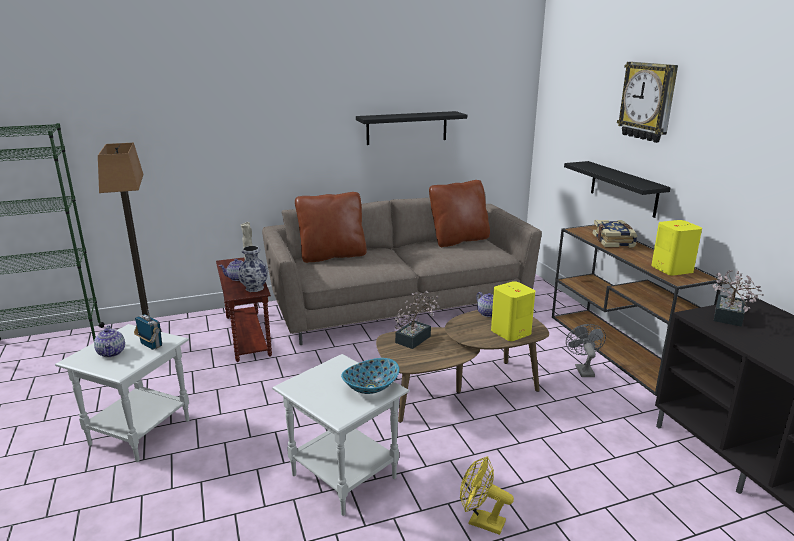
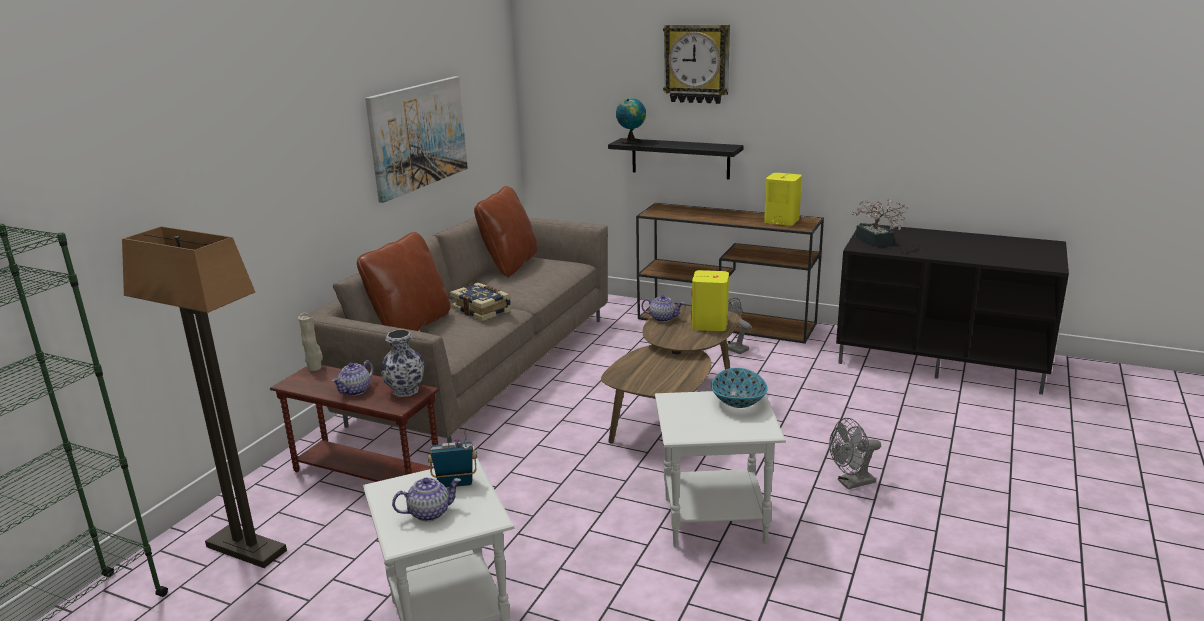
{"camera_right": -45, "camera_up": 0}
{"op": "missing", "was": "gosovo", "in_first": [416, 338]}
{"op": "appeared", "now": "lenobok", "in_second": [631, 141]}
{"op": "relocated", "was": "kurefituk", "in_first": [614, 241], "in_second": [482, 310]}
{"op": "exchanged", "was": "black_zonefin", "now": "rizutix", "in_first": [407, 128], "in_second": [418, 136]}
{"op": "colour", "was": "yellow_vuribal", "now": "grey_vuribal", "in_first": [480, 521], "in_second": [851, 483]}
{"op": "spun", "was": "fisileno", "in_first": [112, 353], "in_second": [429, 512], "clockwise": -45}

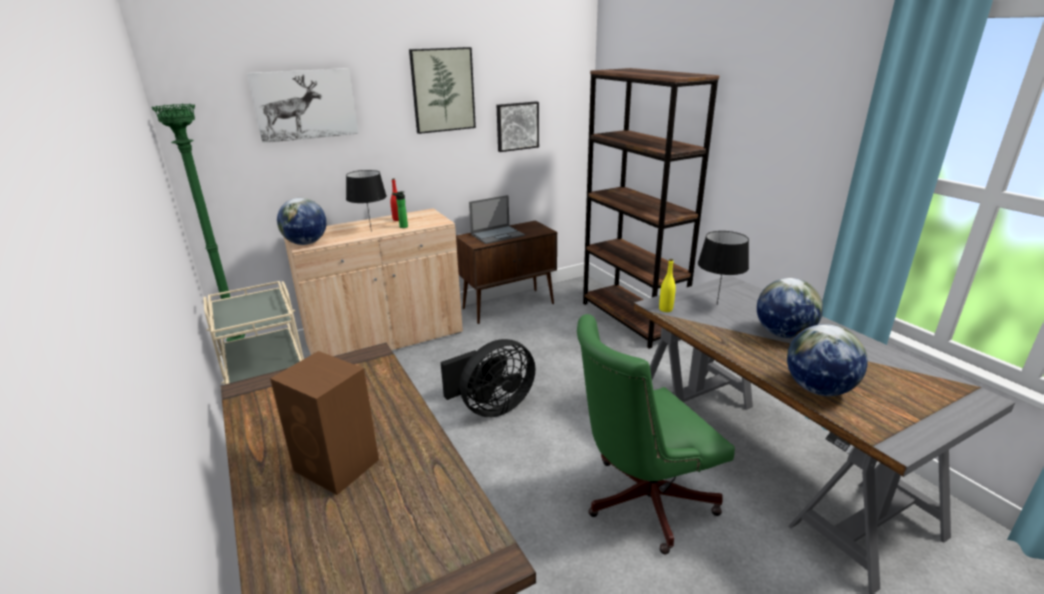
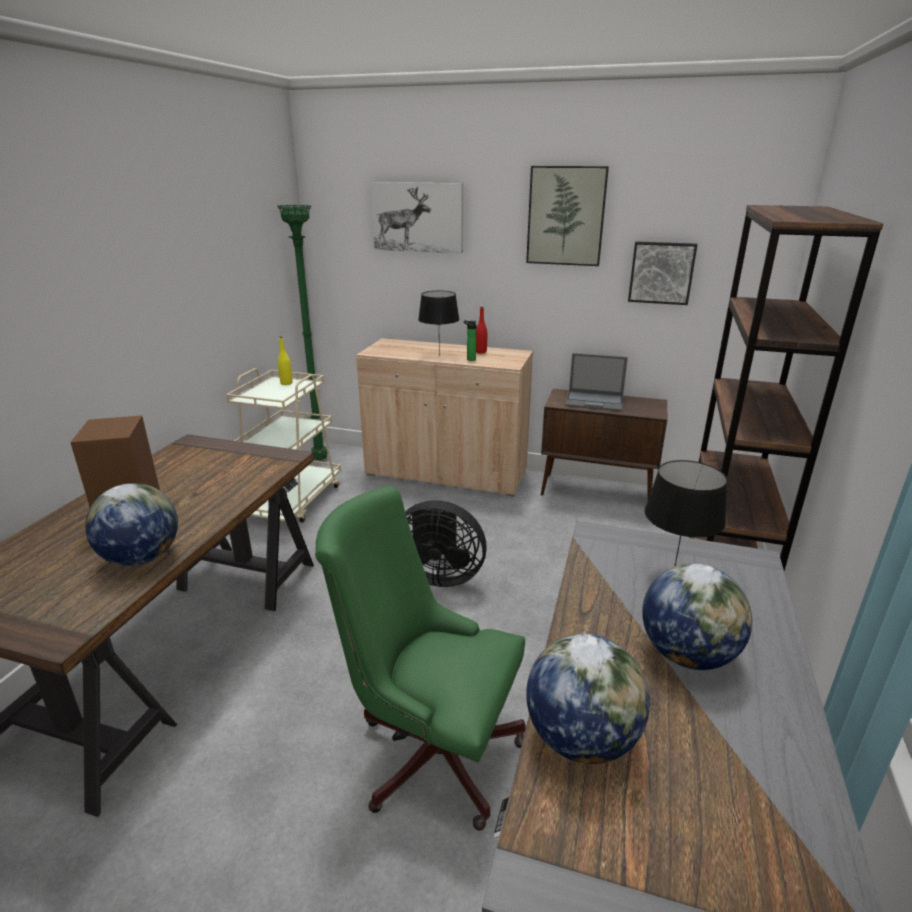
{"camera_right": 45, "camera_up": 0}
{"op": "relocated", "was": "lenobok", "in_first": [306, 243], "in_second": [141, 558]}
{"op": "relocated", "was": "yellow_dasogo", "in_first": [665, 309], "in_second": [286, 383]}

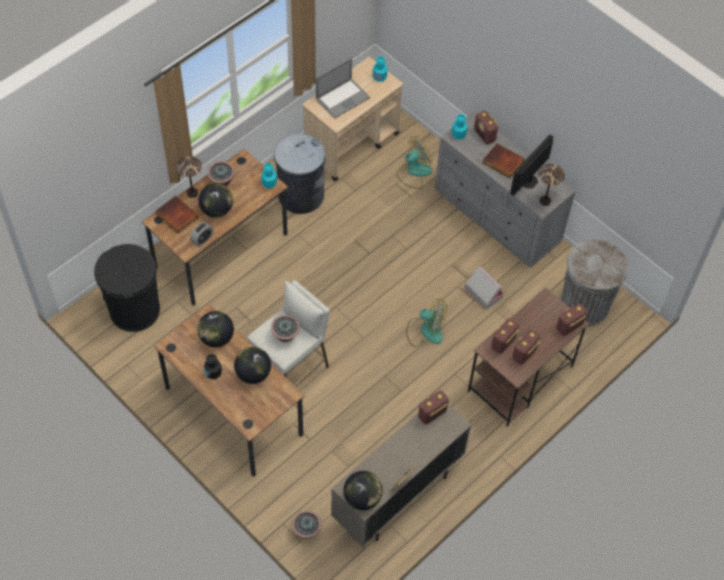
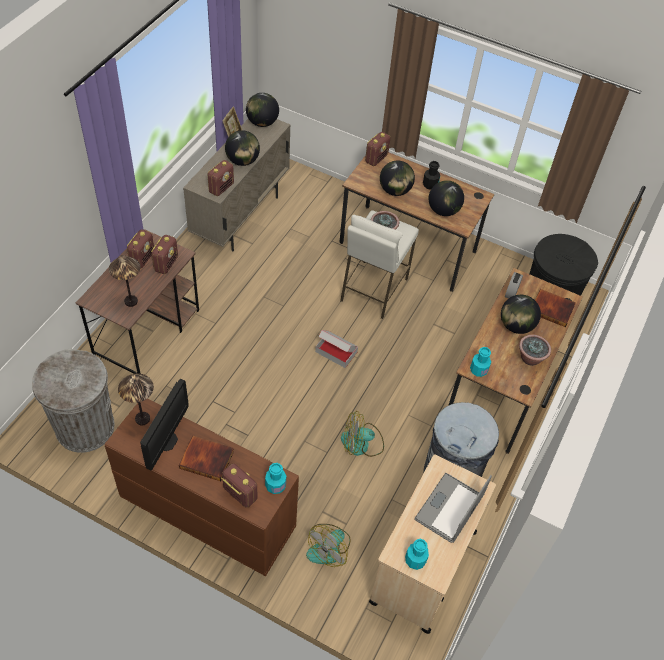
{"camera_right": 160, "camera_up": -5}
{"op": "missing", "was": "gosovo", "in_first": [306, 531]}
{"op": "appeared", "now": "lenobok", "in_second": [242, 161]}
{"op": "relocated", "was": "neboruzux", "in_first": [192, 193], "in_second": [131, 302]}
{"op": "relocated", "was": "vuribal", "in_first": [425, 330], "in_second": [361, 444]}
{"op": "relocated", "was": "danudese", "in_first": [483, 293], "in_second": [336, 352]}
{"op": "relocated", "was": "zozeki", "in_first": [569, 327], "in_second": [376, 158]}
{"op": "colour", "was": "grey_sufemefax", "now": "brown_sufemefax", "in_first": [497, 217], "in_second": [206, 512]}

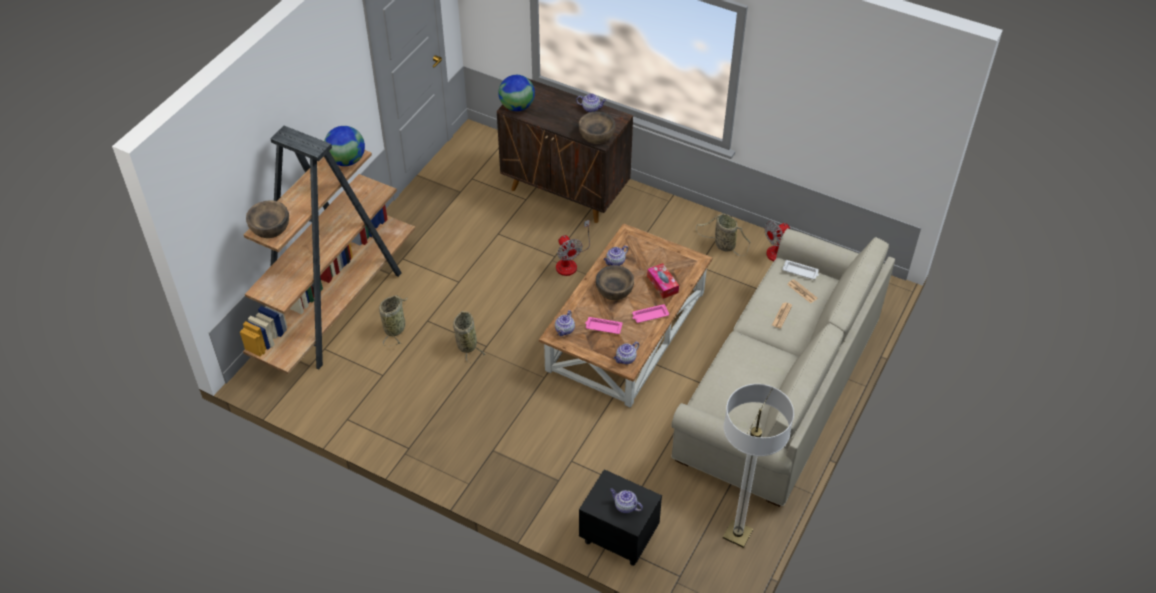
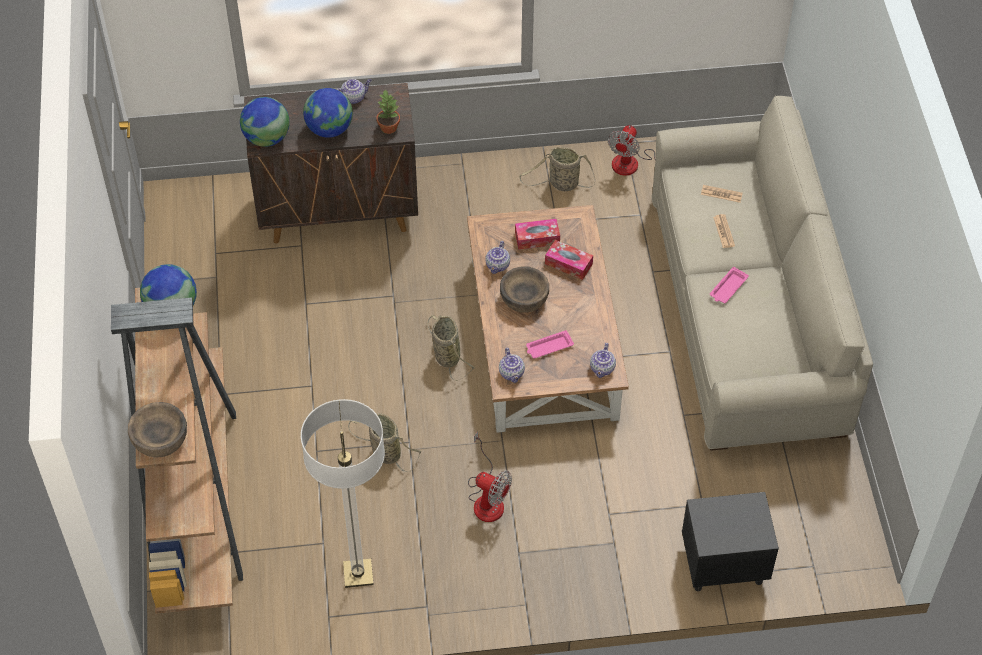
{"camera_right": -35, "camera_up": 5}
{"op": "missing", "was": "fisileno", "in_first": [625, 506]}
{"op": "missing", "was": "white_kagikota", "in_first": [800, 272]}
{"op": "appeared", "now": "lenobok", "in_second": [329, 129]}
{"op": "appeared", "now": "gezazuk", "in_second": [537, 238]}
{"op": "relocated", "was": "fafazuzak", "in_first": [395, 327], "in_second": [446, 355]}
{"op": "relocated", "was": "vuribal", "in_first": [570, 262], "in_second": [487, 498]}
{"op": "relocated", "was": "pink_kagikota", "in_first": [649, 315], "in_second": [728, 288]}
{"op": "relocated", "was": "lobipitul", "in_first": [737, 534], "in_second": [358, 574]}
{"op": "exchanged", "was": "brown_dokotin", "now": "gosovo", "in_first": [596, 135], "in_second": [388, 127]}

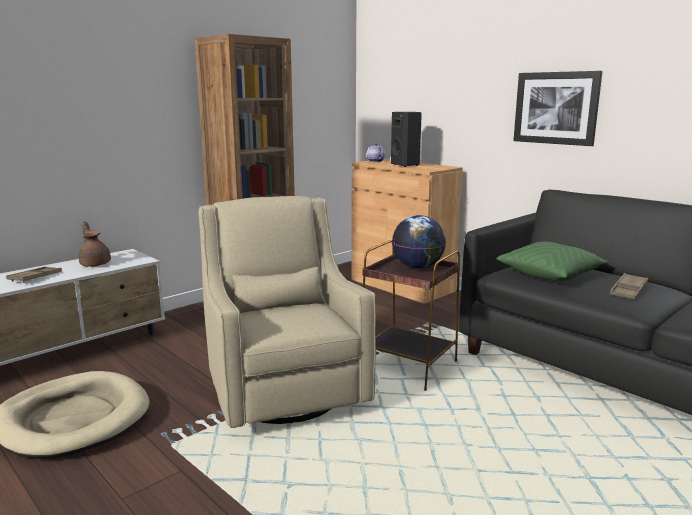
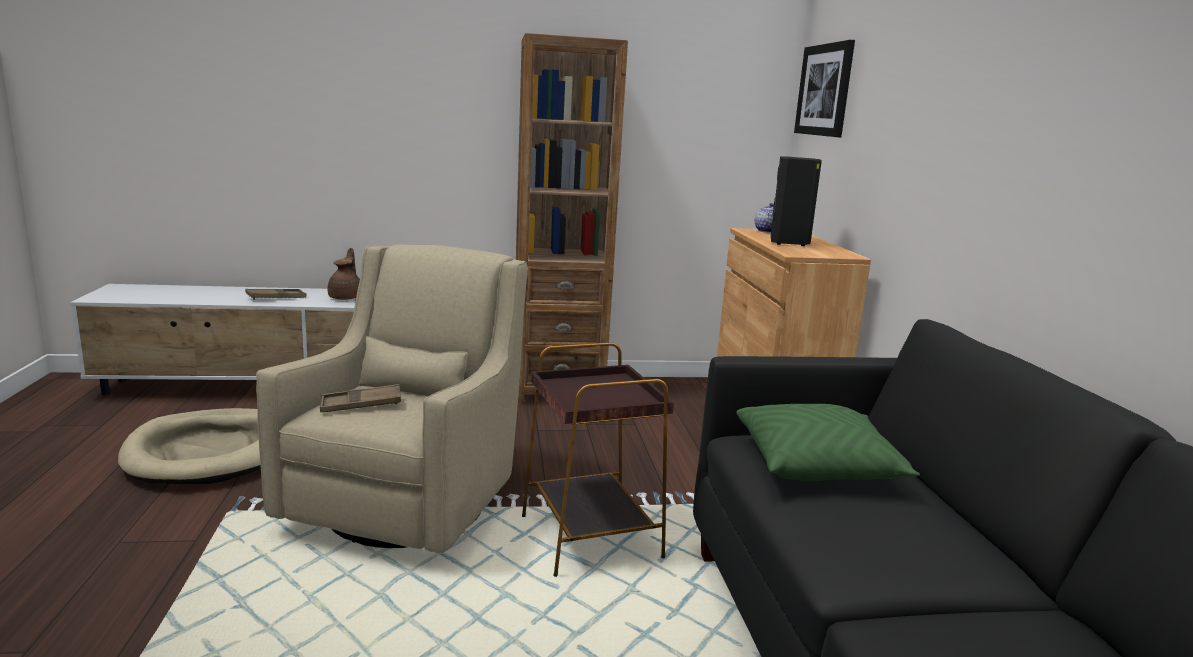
{"camera_right": 35, "camera_up": 0}
{"op": "missing", "was": "lenobok", "in_first": [418, 267]}
{"op": "relocated", "was": "rizutix", "in_first": [556, 108], "in_second": [825, 90]}
{"op": "relocated", "was": "brown_kagikota", "in_first": [628, 290], "in_second": [361, 404]}

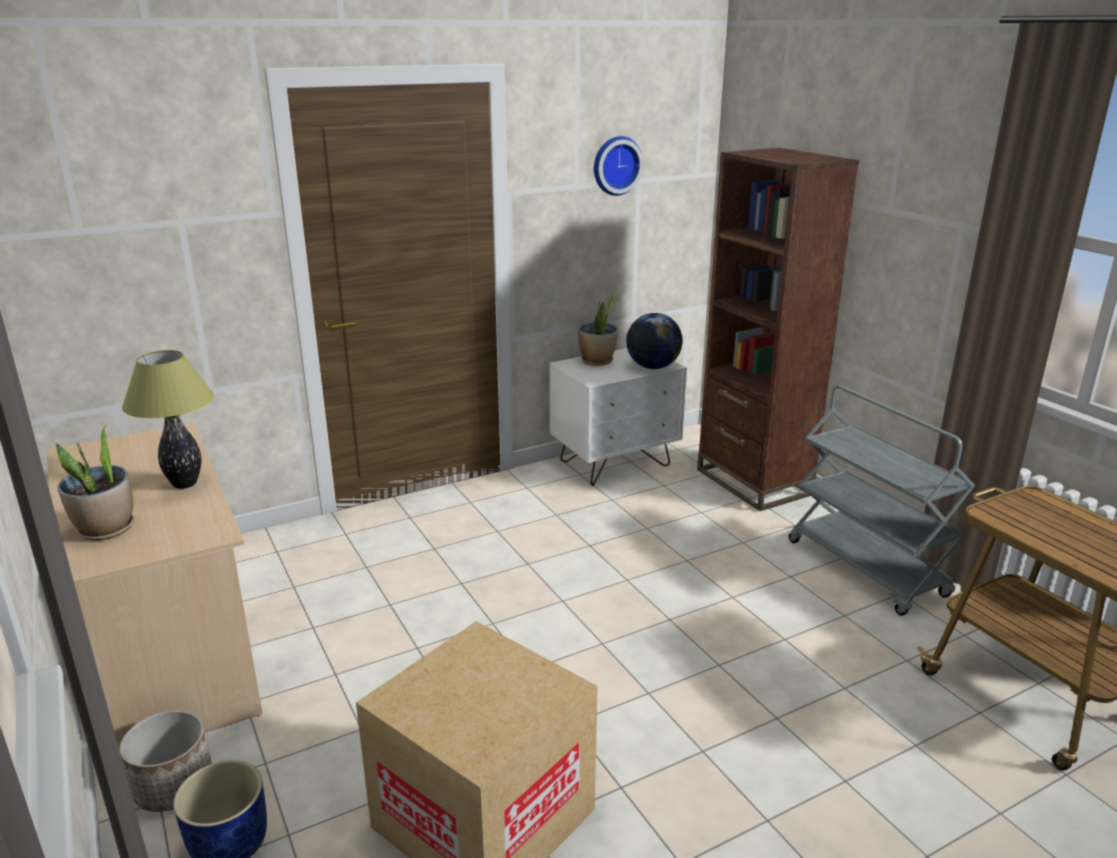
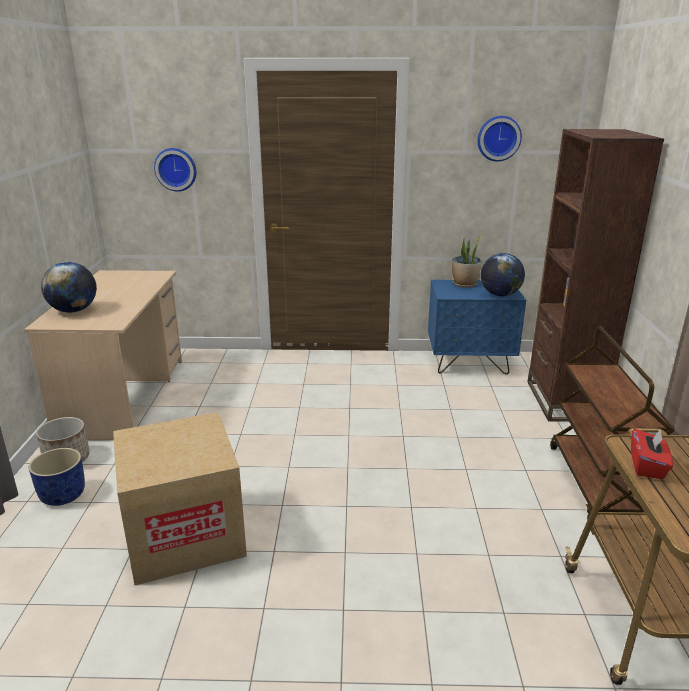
{"camera_right": 30, "camera_up": 0}
{"op": "missing", "was": "neboruzux", "in_first": [185, 484]}
{"op": "appeared", "now": "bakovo", "in_second": [176, 169]}
{"op": "appeared", "now": "red_gezazuk", "in_second": [647, 466]}
{"op": "exchanged", "was": "gosovo", "now": "lenobok", "in_first": [106, 530], "in_second": [74, 311]}
{"op": "colour", "was": "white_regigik", "now": "blue_regigik", "in_first": [615, 463], "in_second": [469, 364]}
{"op": "colour", "was": "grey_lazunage", "now": "brown_lazunage", "in_first": [867, 569], "in_second": [596, 484]}

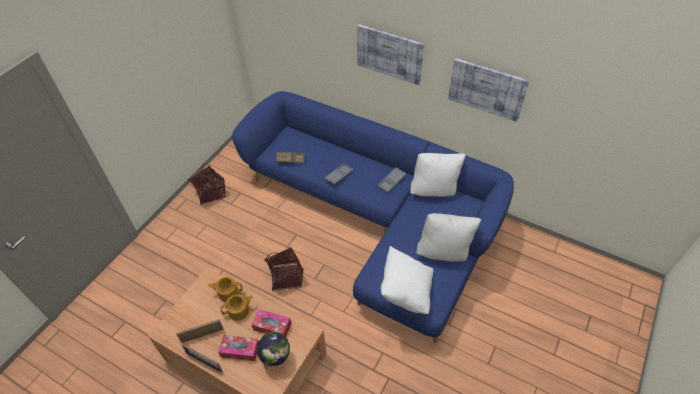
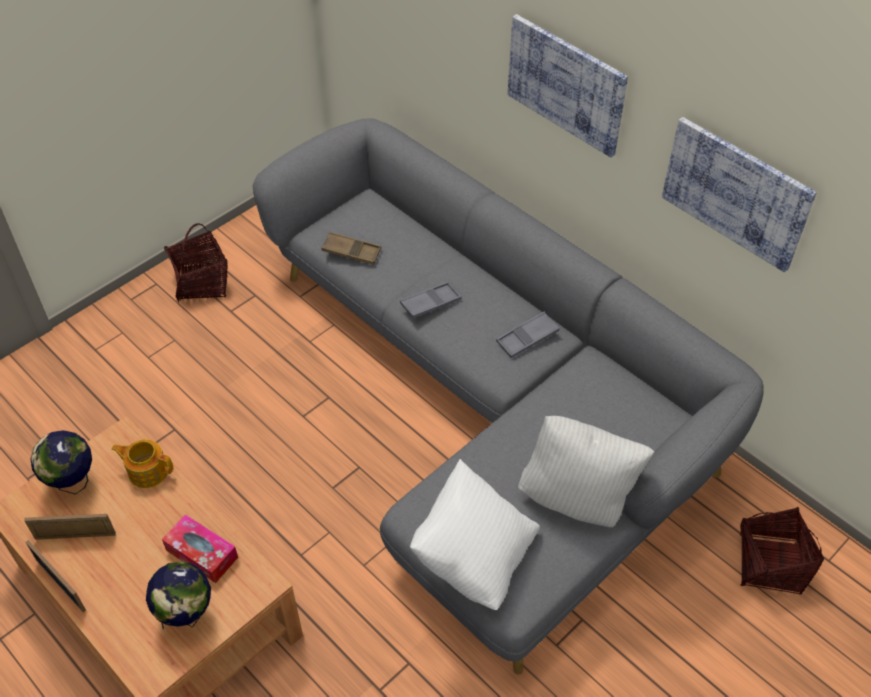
{"camera_right": 15, "camera_up": 0}
{"op": "missing", "was": "gezazuk", "in_first": [240, 350]}
{"op": "missing", "was": "fisileno", "in_first": [239, 311]}
{"op": "missing", "was": "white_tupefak", "in_first": [434, 190]}
{"op": "appeared", "now": "lenobok", "in_second": [73, 483]}
{"op": "relocated", "was": "fafazuzak", "in_first": [286, 277], "in_second": [769, 564]}
{"op": "colour", "was": "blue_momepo", "now": "grey_momepo", "in_first": [377, 219], "in_second": [492, 406]}

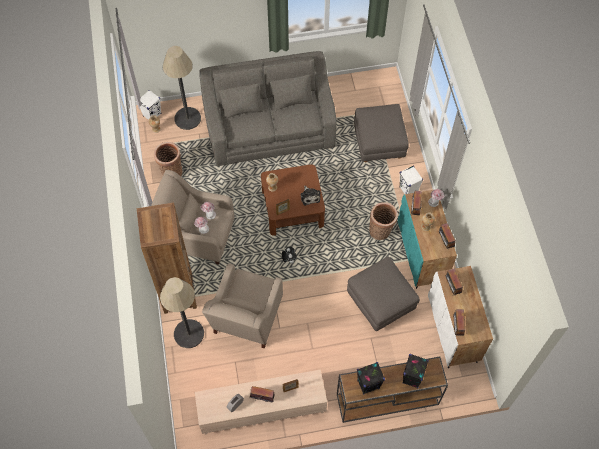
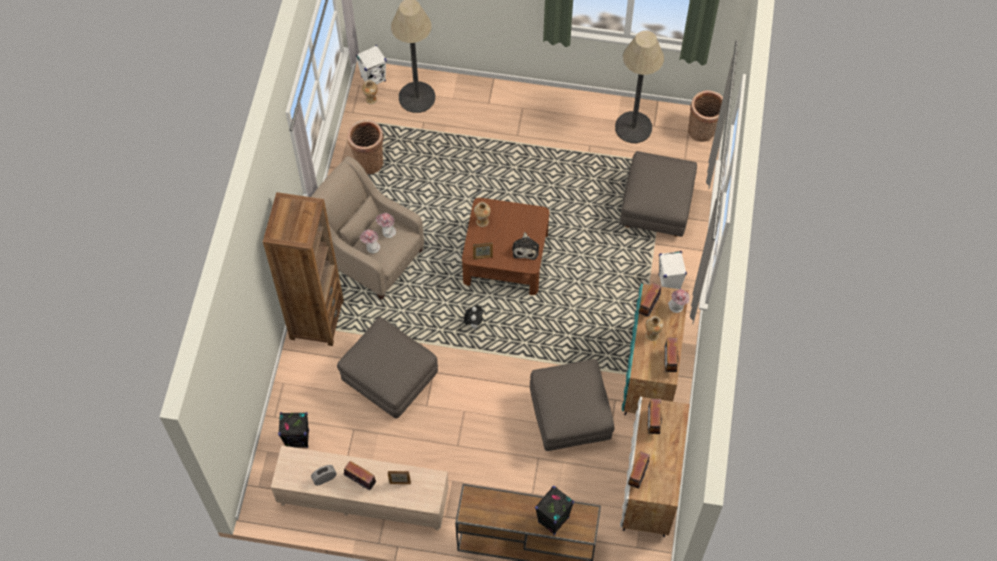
{"camera_right": 20, "camera_up": 0}
{"op": "missing", "was": "grey_momepo", "in_first": [269, 127]}
{"op": "relocated", "was": "lobipitul", "in_first": [189, 333], "in_second": [633, 127]}
{"op": "relocated", "was": "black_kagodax", "in_first": [368, 384], "in_second": [298, 439]}
{"op": "relocated", "was": "fafazuzak", "in_first": [381, 231], "in_second": [703, 132]}
{"op": "exchanged", "was": "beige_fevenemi", "now": "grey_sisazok", "in_first": [246, 318], "in_second": [389, 379]}

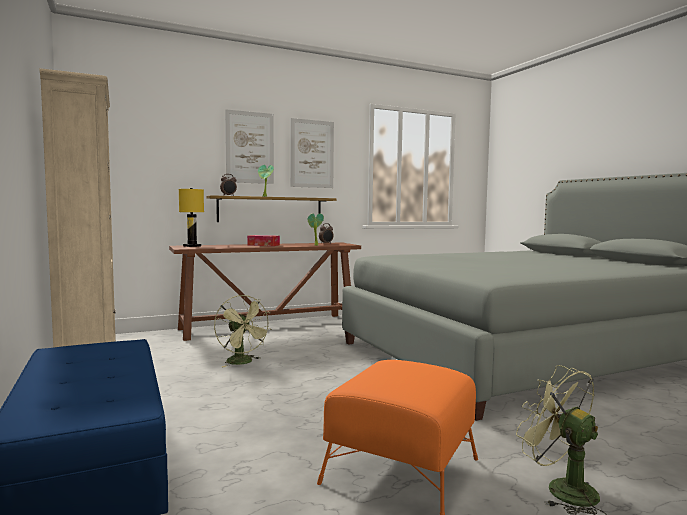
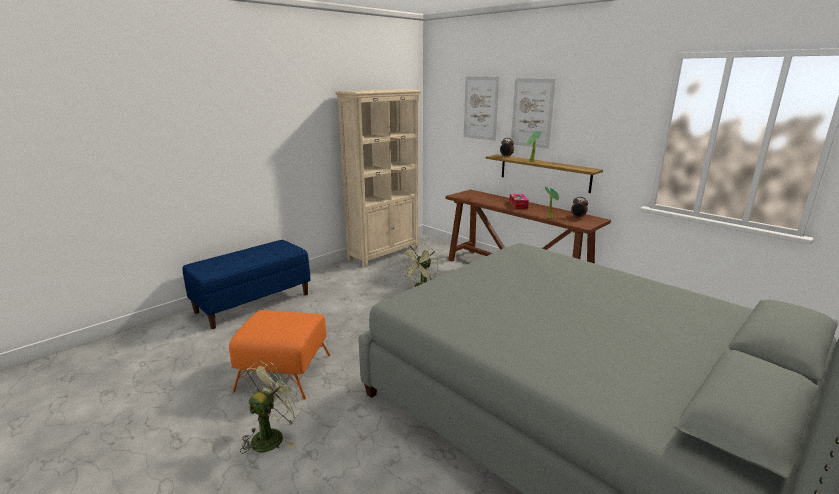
{"camera_right": 70, "camera_up": 15}
{"op": "missing", "was": "yellow_neboruzux", "in_first": [192, 246]}
{"op": "relocated", "was": "rizutix", "in_first": [312, 154], "in_second": [481, 108]}

